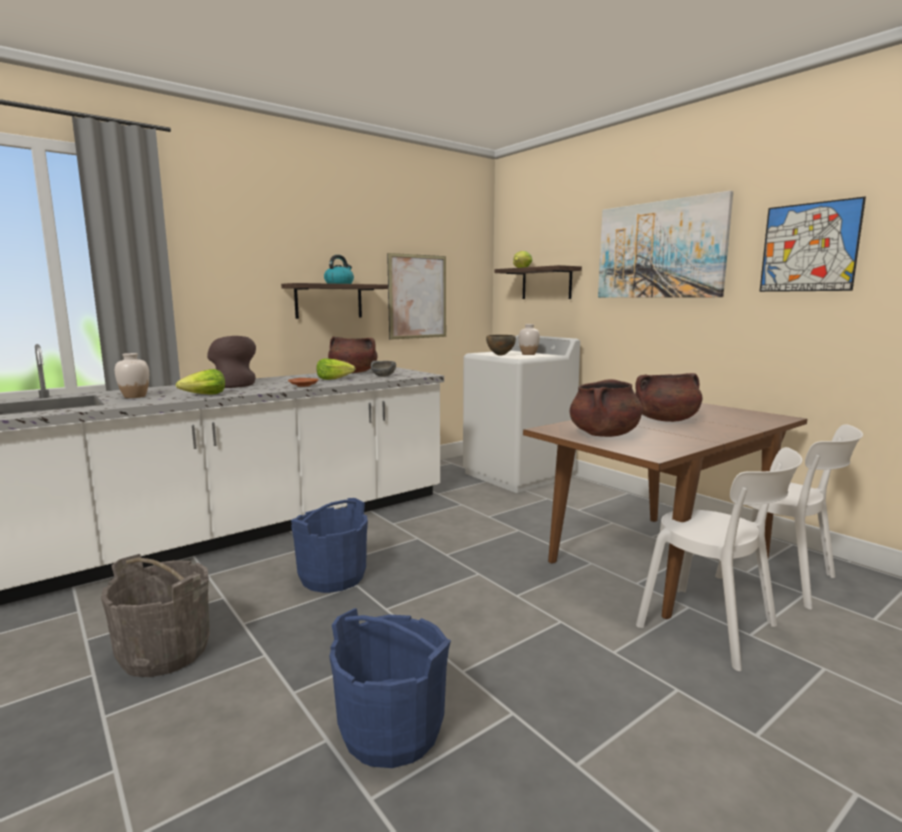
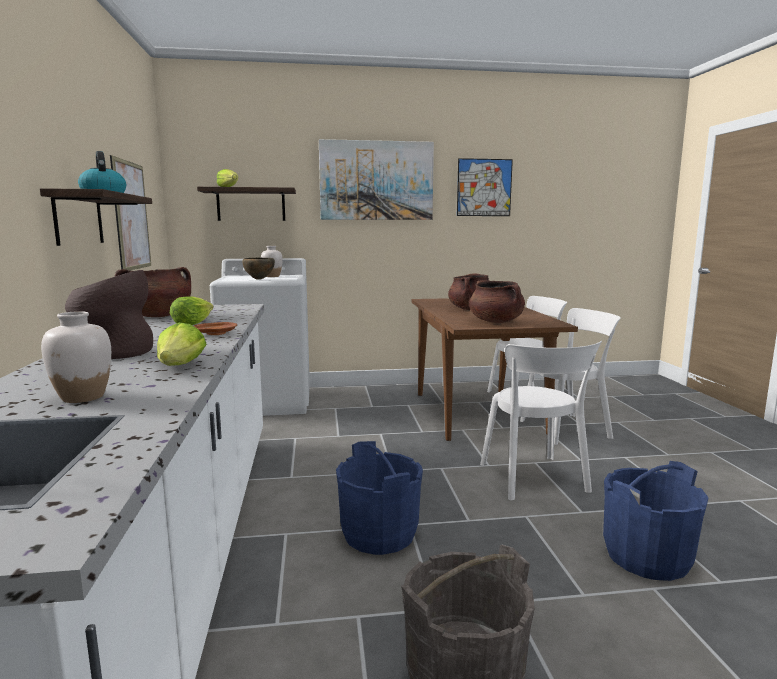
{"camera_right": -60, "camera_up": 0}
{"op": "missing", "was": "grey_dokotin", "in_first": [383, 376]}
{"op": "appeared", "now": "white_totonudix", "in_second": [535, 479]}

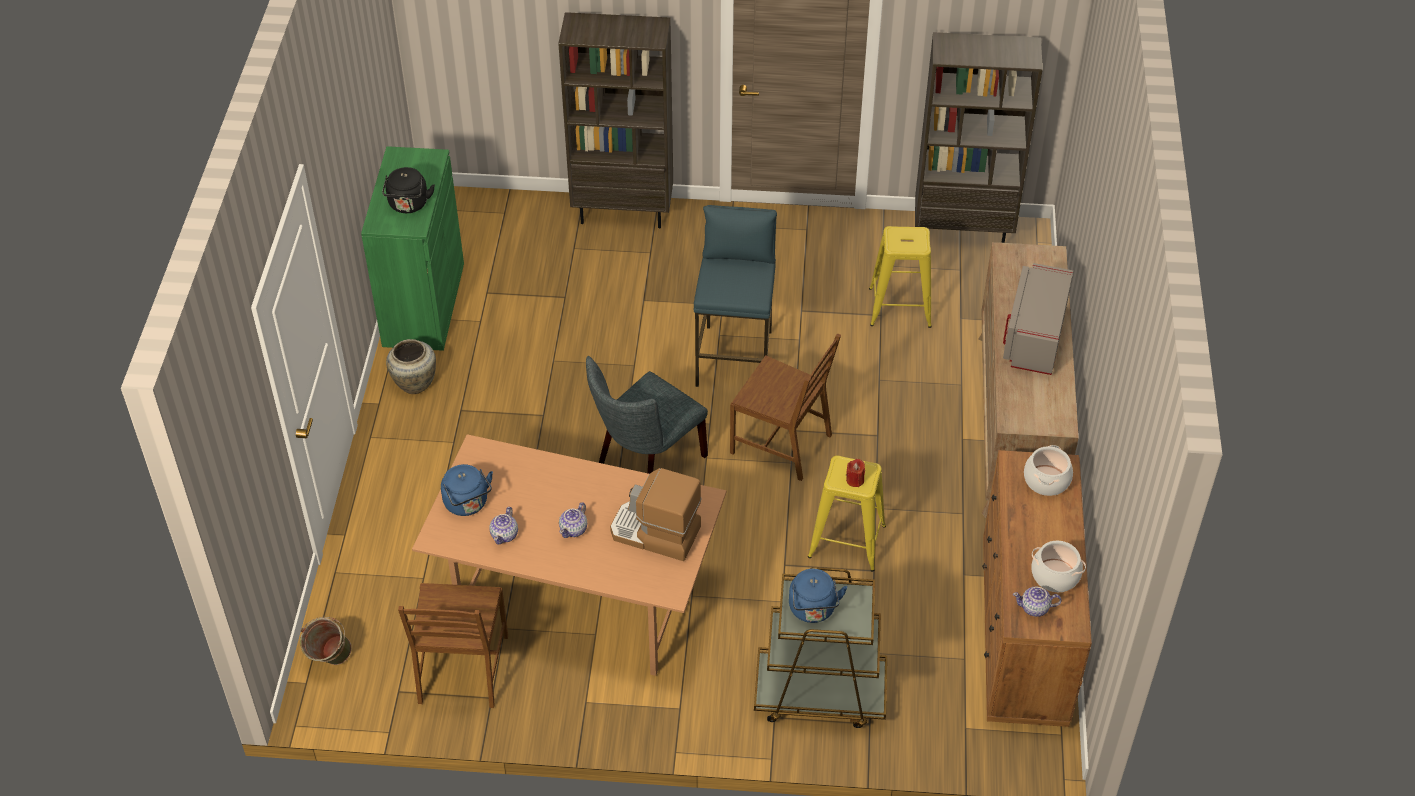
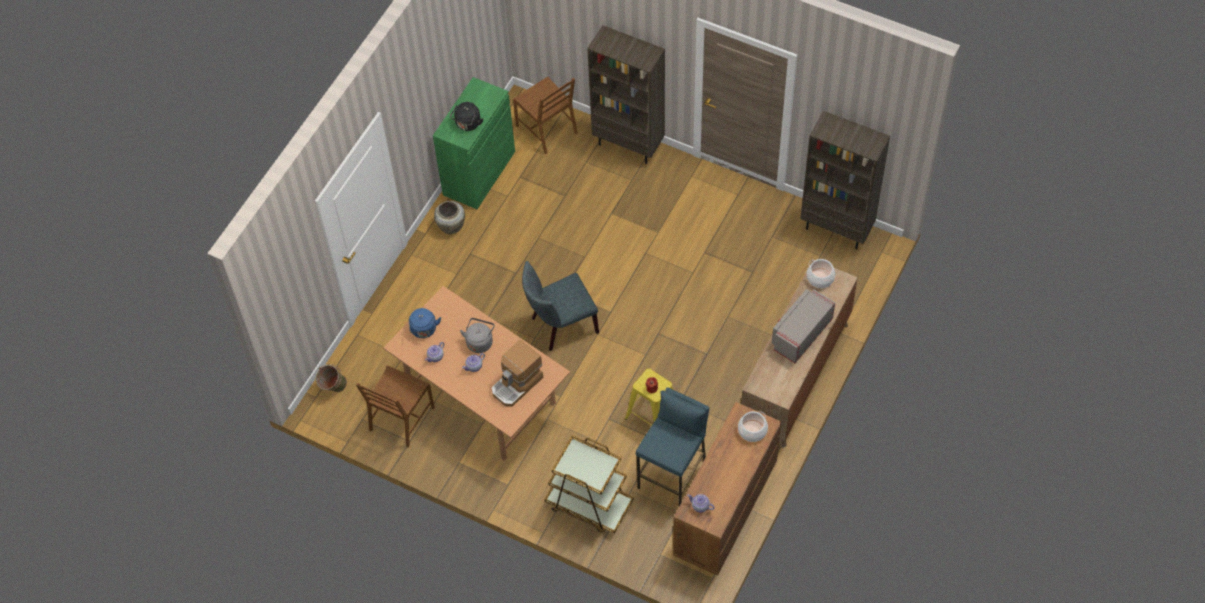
{"camera_right": 25, "camera_up": 10}
{"op": "missing", "was": "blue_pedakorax", "in_first": [813, 610]}
{"op": "missing", "was": "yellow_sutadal", "in_first": [900, 307]}
{"op": "appeared", "now": "grey_pedakorax", "in_second": [480, 341]}
{"op": "relocated", "was": "blue_sutadal", "in_first": [735, 358], "in_second": [673, 475]}
{"op": "relocated", "was": "brown_totonudix", "in_first": [782, 443], "in_second": [547, 129]}
{"op": "relocated", "was": "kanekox", "in_first": [1054, 575], "in_second": [820, 278]}
{"op": "spun", "was": "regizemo", "in_first": [655, 533], "in_second": [517, 384], "clockwise": -90}

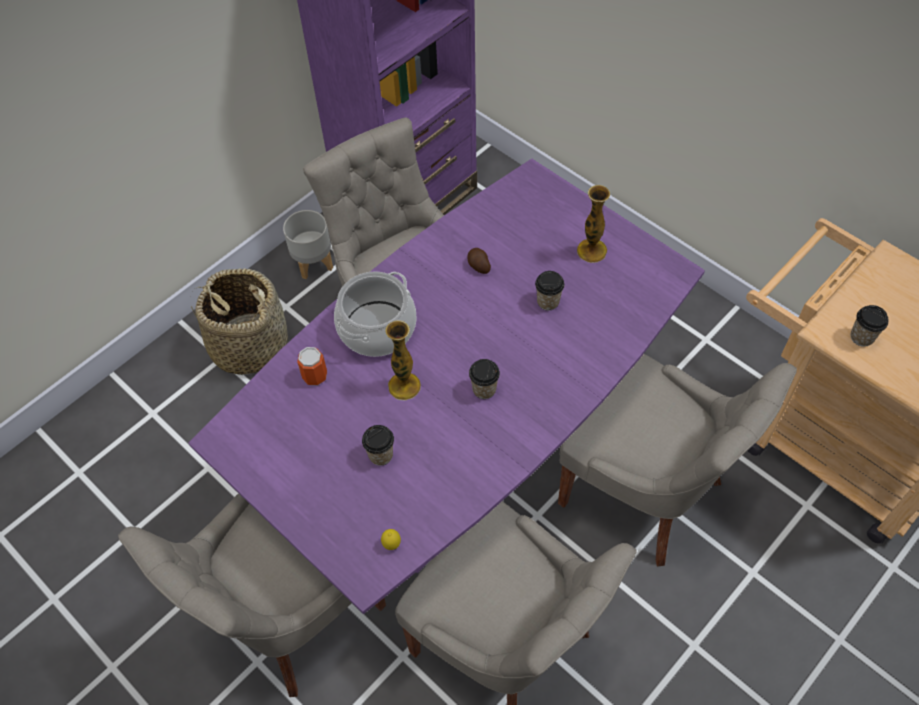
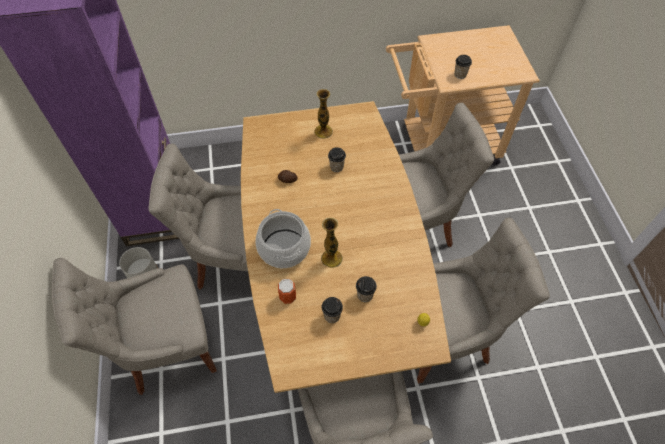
{"camera_right": -55, "camera_up": 0}
{"op": "relocated", "was": "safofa", "in_first": [484, 389], "in_second": [332, 316]}
{"op": "exchanged", "was": "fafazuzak", "now": "grey_totonudix", "in_first": [249, 345], "in_second": [167, 347]}
{"op": "colour", "was": "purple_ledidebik", "now": "brown_ledidebik", "in_first": [464, 457], "in_second": [332, 287]}

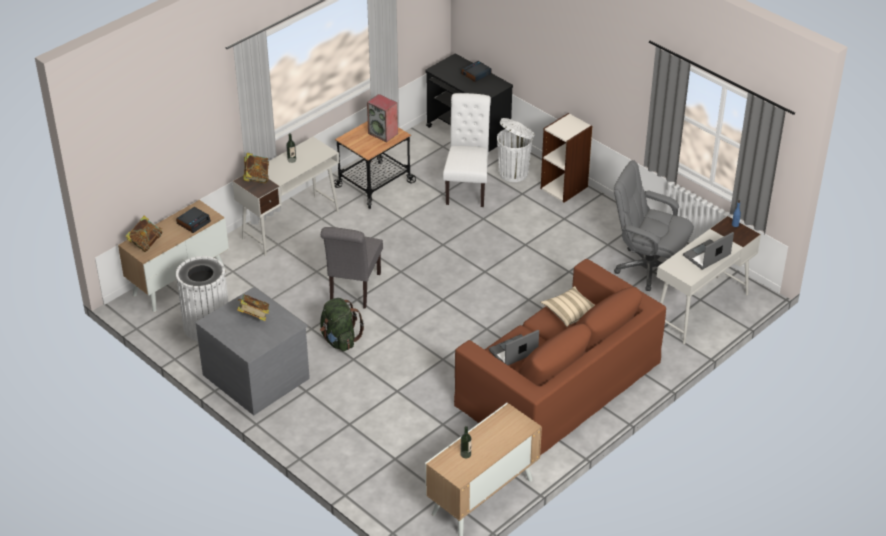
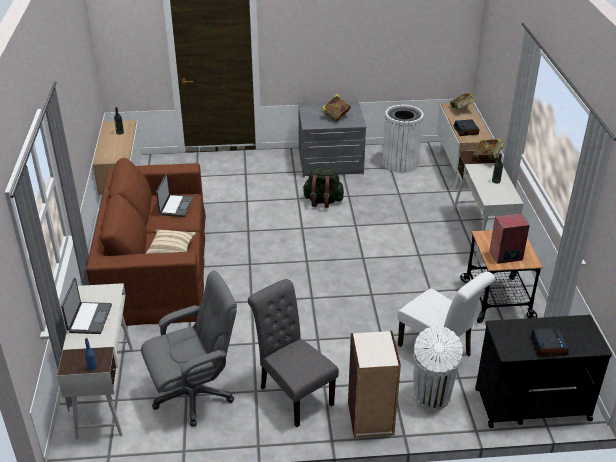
{"camera_right": 130, "camera_up": -5}
{"op": "relocated", "was": "grey_totonudix", "in_first": [353, 291], "in_second": [293, 393]}

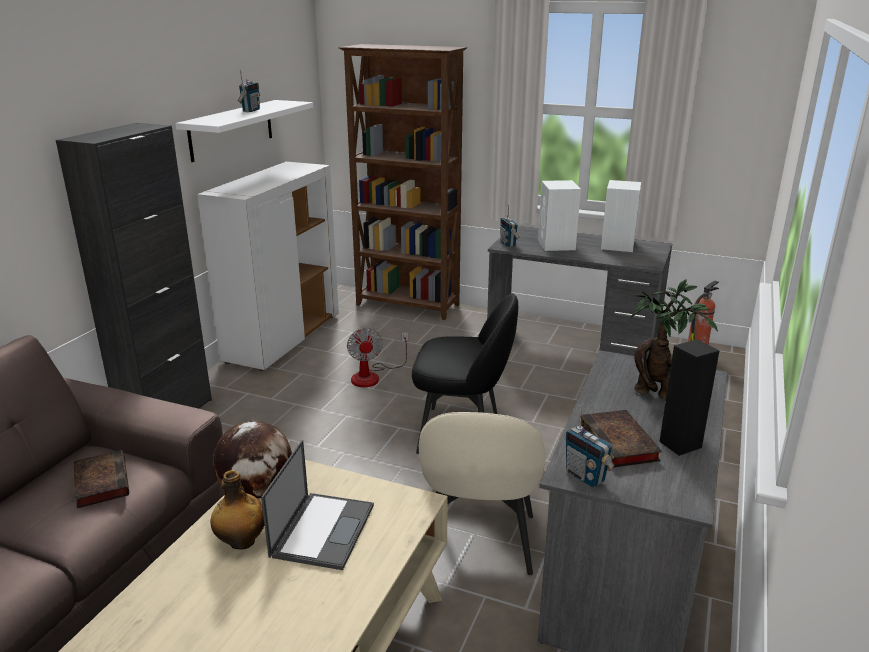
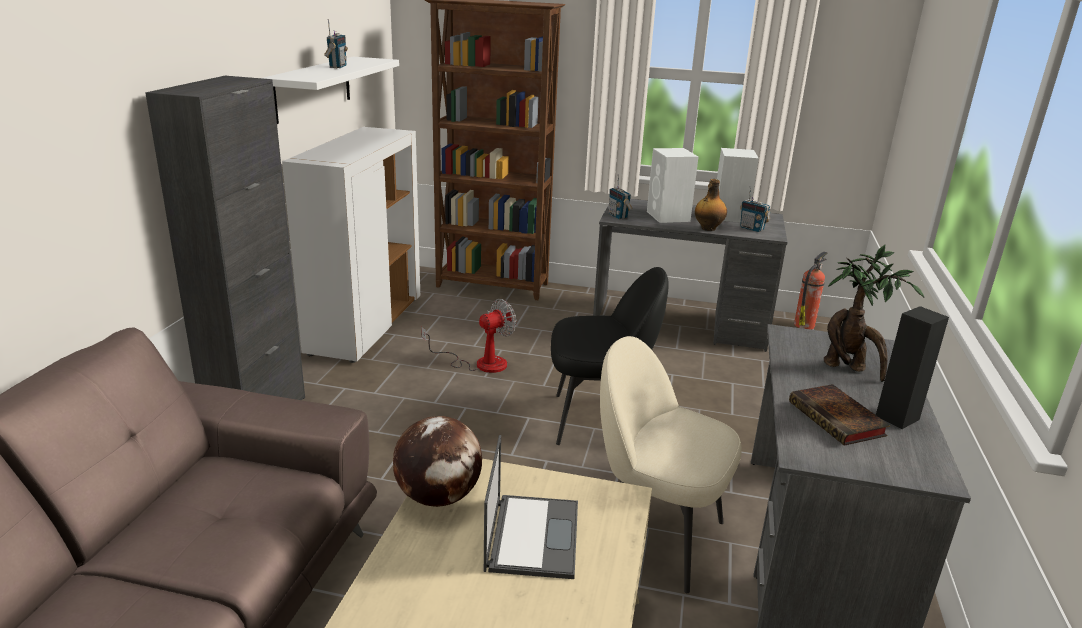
{"camera_right": -10, "camera_up": 0}
{"op": "missing", "was": "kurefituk", "in_first": [101, 481]}
{"op": "relocated", "was": "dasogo", "in_first": [241, 542], "in_second": [708, 228]}
{"op": "relocated", "was": "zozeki", "in_first": [585, 476], "in_second": [752, 229]}
{"op": "spun", "was": "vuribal", "in_first": [372, 376], "in_second": [480, 363], "clockwise": -105}
{"op": "spun", "was": "beige_totonudix", "in_first": [479, 542], "in_second": [656, 536], "clockwise": 120}

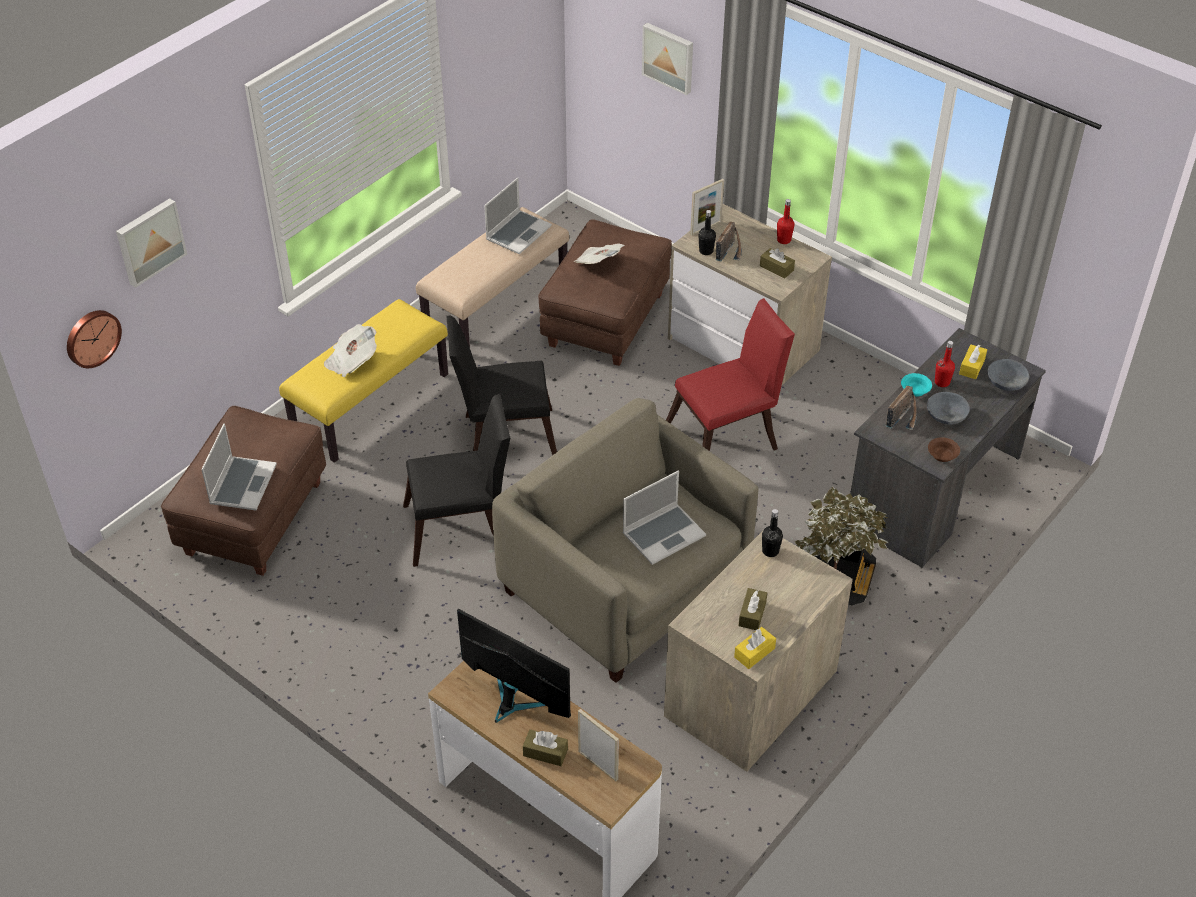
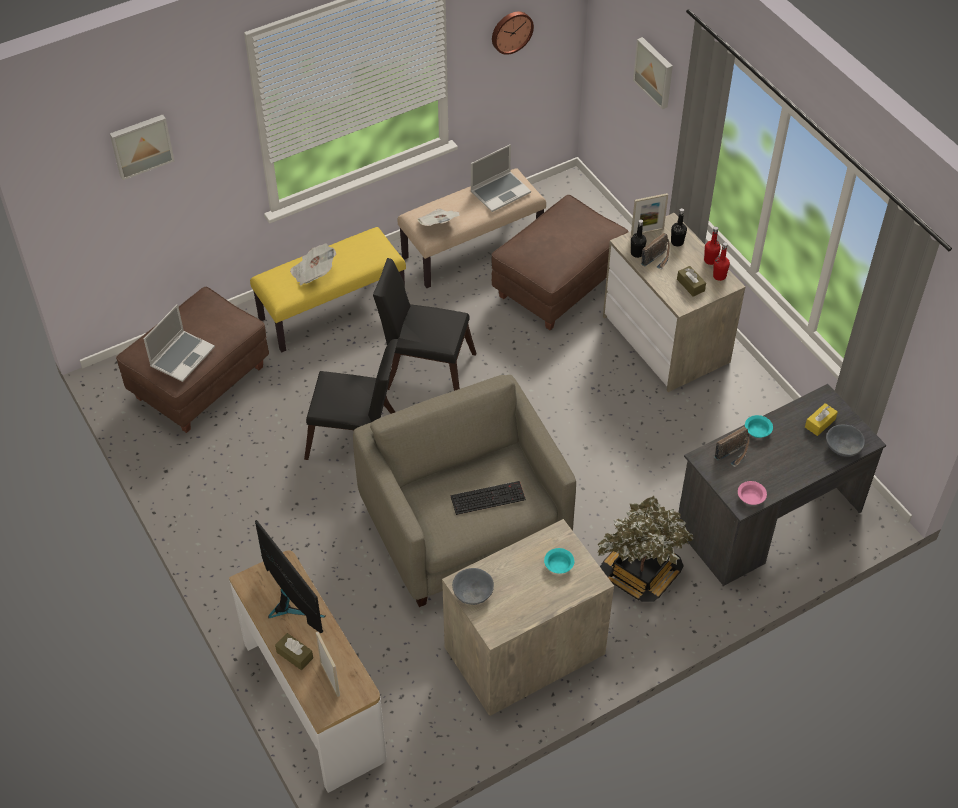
{"camera_right": 20, "camera_up": 5}
{"op": "missing", "was": "red_totonudix", "in_first": [727, 437]}
{"op": "missing", "was": "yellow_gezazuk", "in_first": [754, 652]}
{"op": "missing", "was": "brown_gezazuk", "in_first": [752, 614]}
{"op": "appeared", "now": "turquoise_dokotin", "in_second": [558, 564]}
{"op": "relocated", "was": "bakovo", "in_first": [92, 337], "in_second": [511, 31]}
{"op": "relocated", "was": "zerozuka", "in_first": [598, 263], "in_second": [438, 225]}
{"op": "relocated", "was": "black_dasogo", "in_first": [770, 551], "in_second": [677, 242]}
{"op": "relocated", "was": "grey_dokotin", "in_first": [946, 415], "in_second": [473, 592]}
{"op": "relocated", "was": "red_dasogo", "in_first": [942, 382], "in_second": [719, 276]}
{"op": "exchanged", "was": "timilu", "now": "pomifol", "in_first": [664, 534], "in_second": [488, 497]}
{"op": "colour", "was": "brown_dokotin", "now": "pink_dokotin", "in_first": [941, 455], "in_second": [750, 497]}

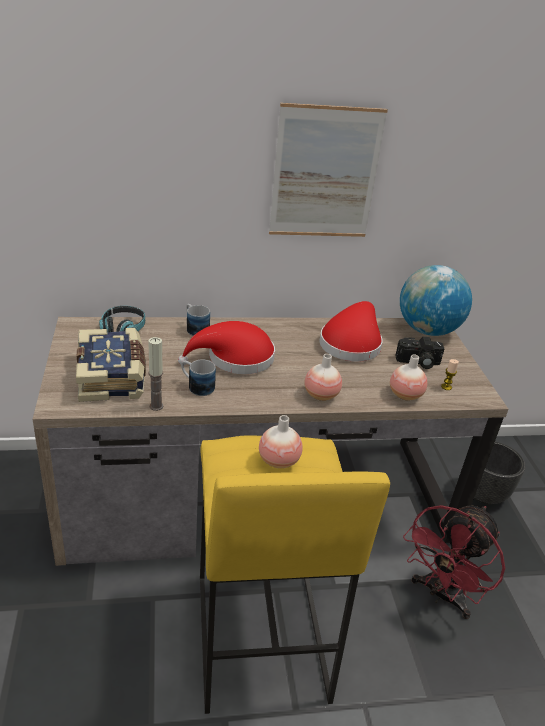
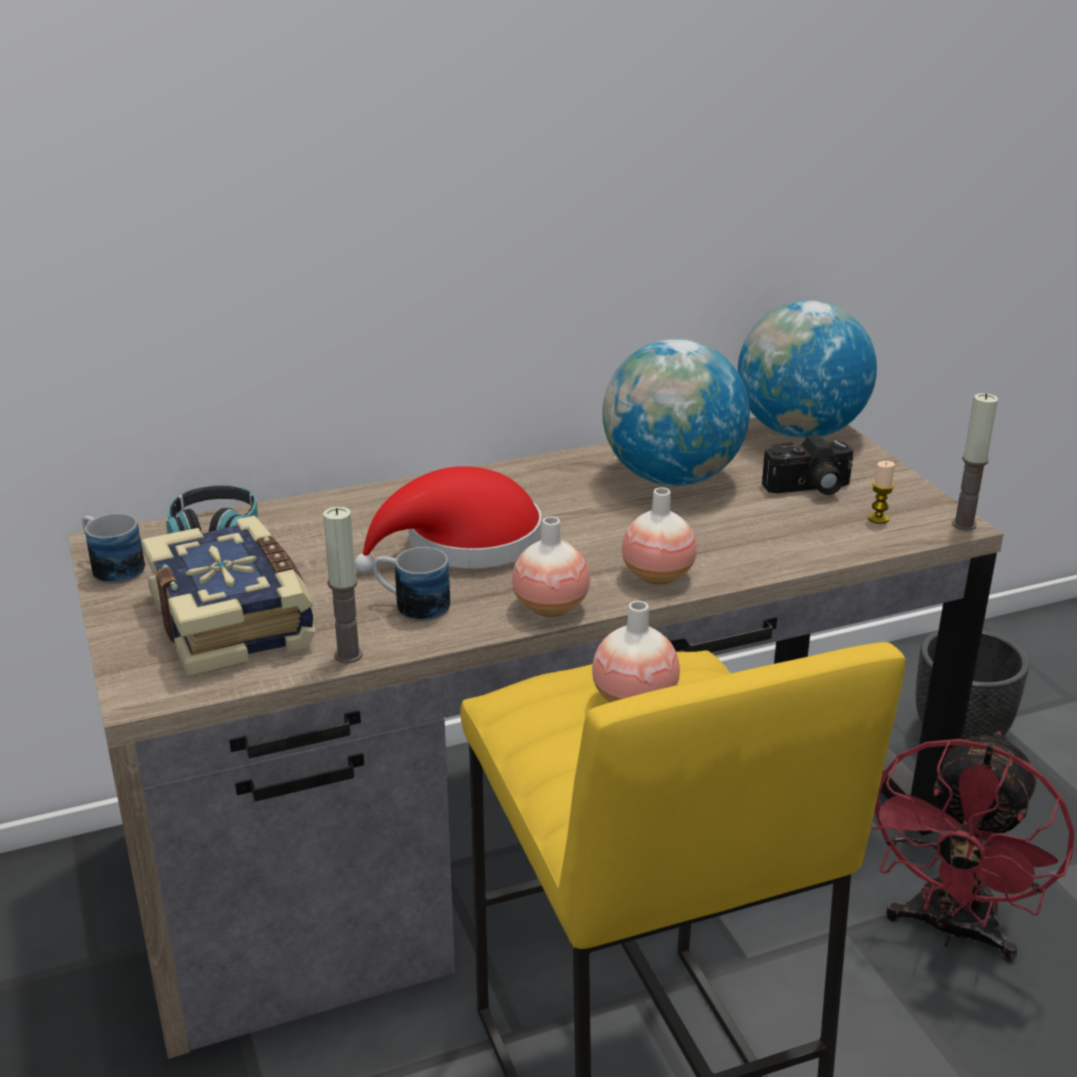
{"camera_right": -10, "camera_up": -5}
{"op": "missing", "was": "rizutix", "in_first": [325, 173]}
{"op": "appeared", "now": "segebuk", "in_second": [964, 524]}
{"op": "relocated", "was": "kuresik", "in_first": [195, 328], "in_second": [111, 567]}
{"op": "relocated", "was": "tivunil", "in_first": [405, 395], "in_second": [550, 607]}
{"op": "exchanged", "was": "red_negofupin", "now": "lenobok", "in_first": [351, 343], "in_second": [671, 478]}

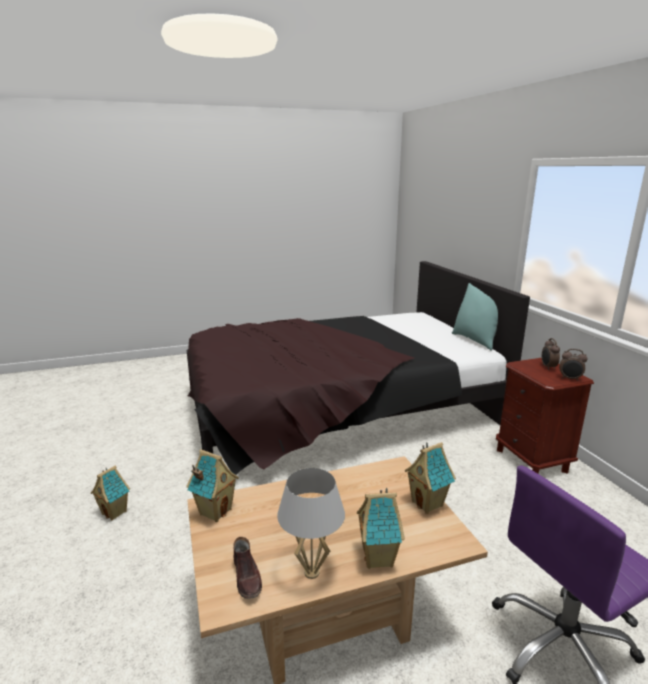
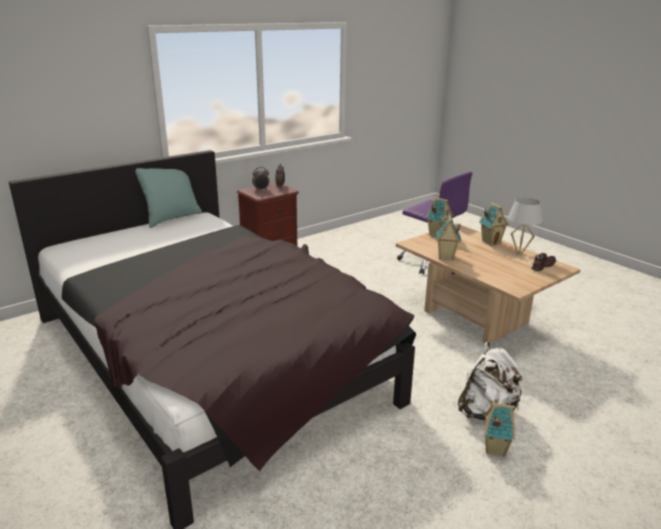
{"camera_right": -110, "camera_up": 5}
{"op": "appeared", "now": "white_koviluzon", "in_second": [486, 411]}
{"op": "relocated", "was": "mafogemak", "in_first": [215, 511], "in_second": [445, 257]}

